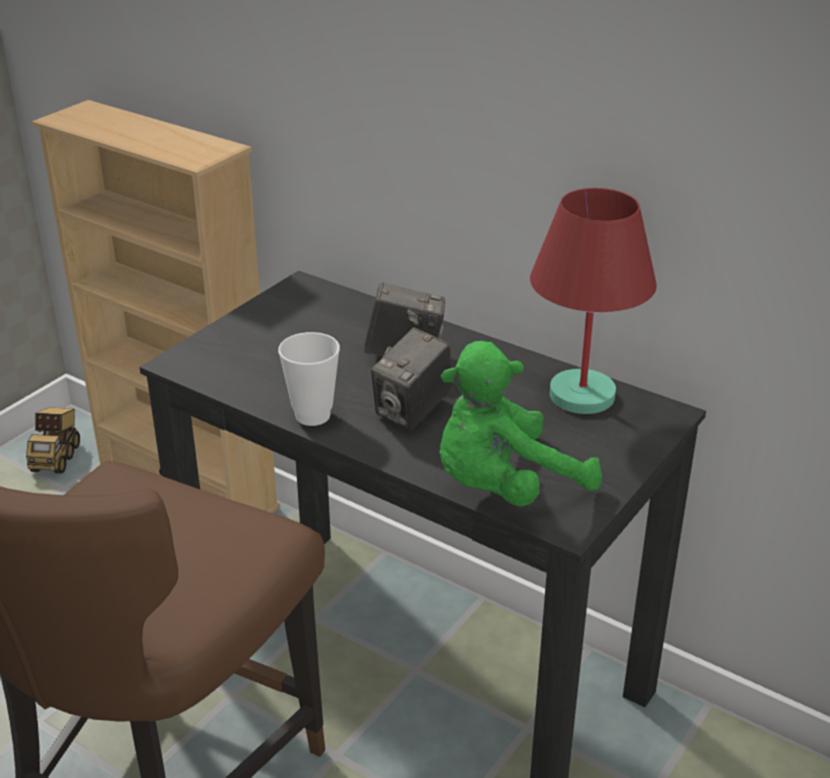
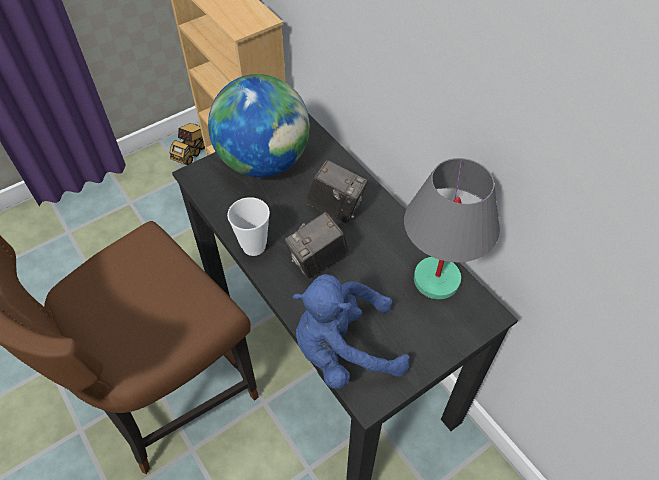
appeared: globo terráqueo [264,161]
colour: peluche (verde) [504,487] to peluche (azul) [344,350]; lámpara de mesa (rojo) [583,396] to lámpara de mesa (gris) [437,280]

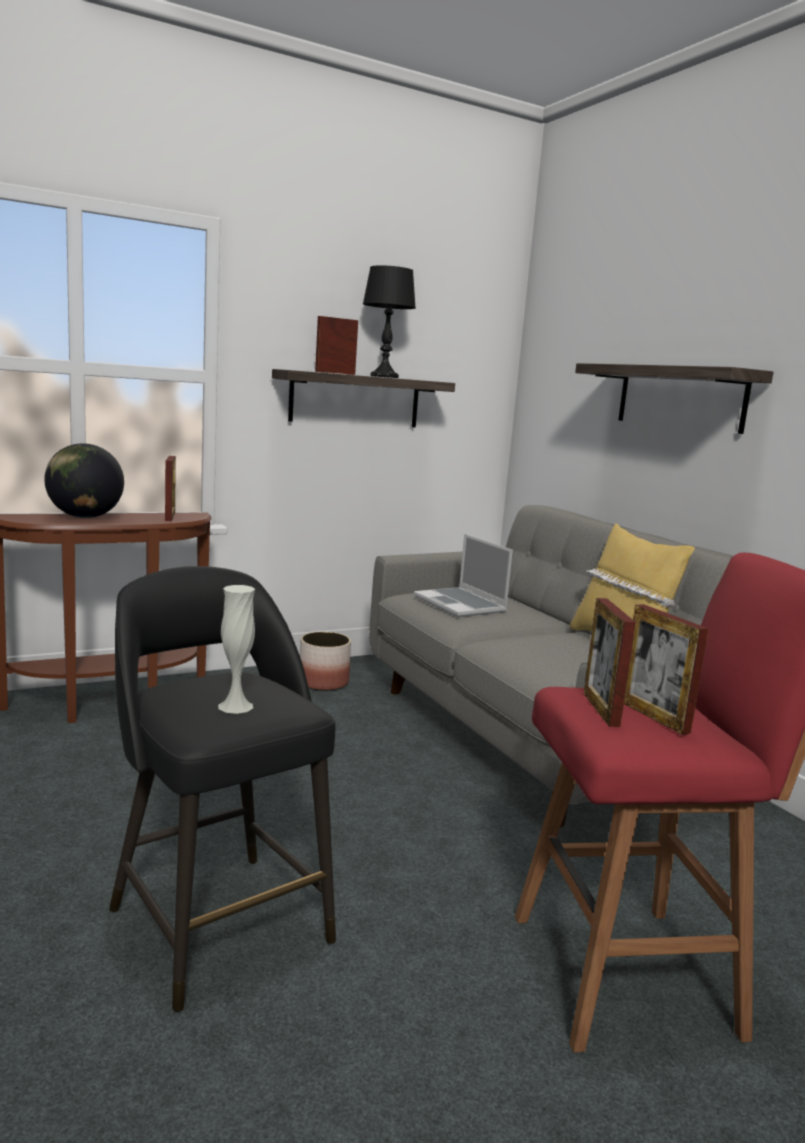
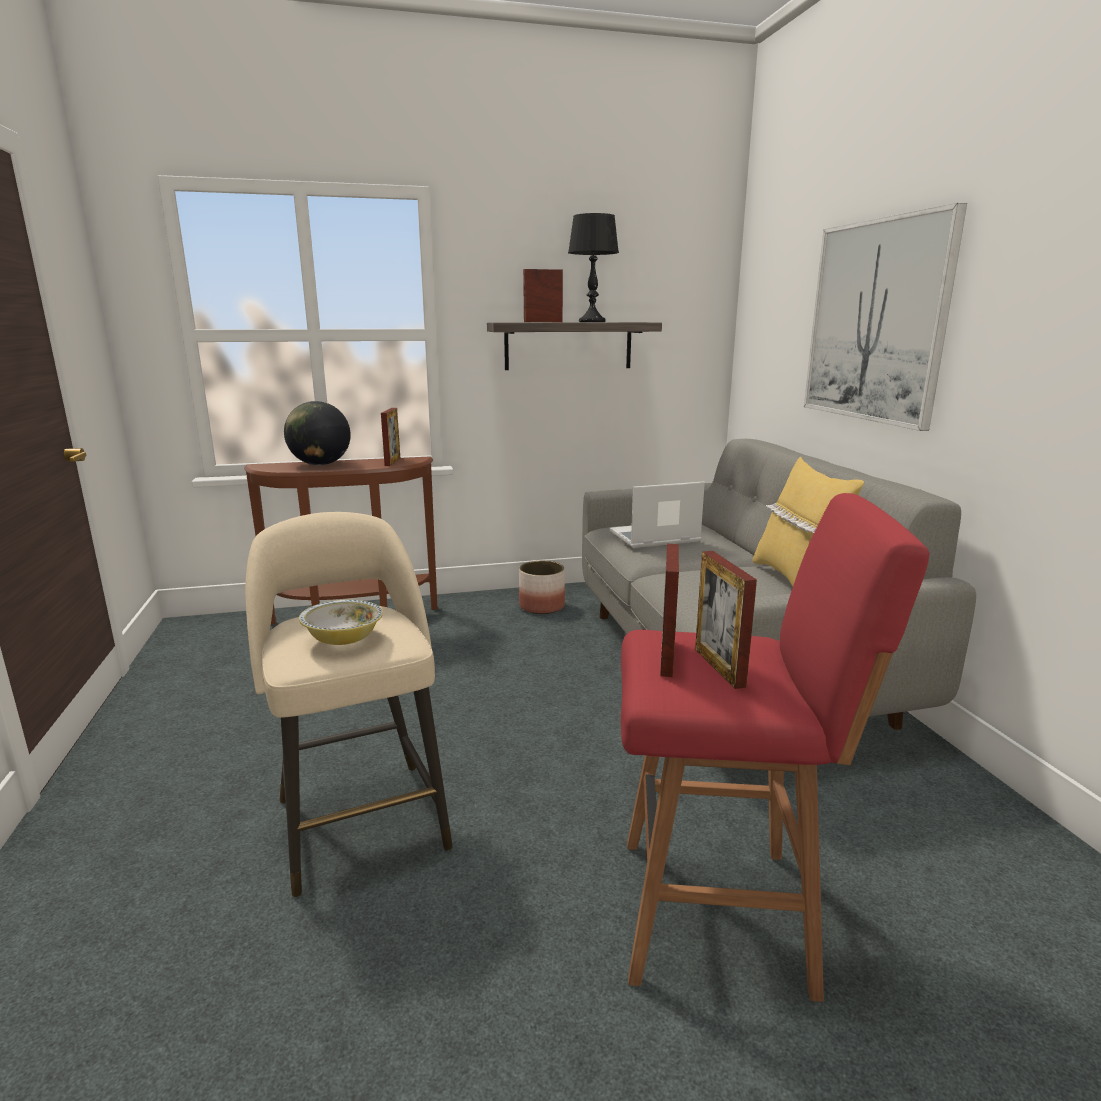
exchanged: florero (blanco) [235,706] to cuenco [343,639]; estante [680,397] to cuadro [876,321]
colour: taburete (negro) [217,921] to taburete (beis) [361,819]
spun: portátil [461,604] = [653,537] 90 degrees clockwise

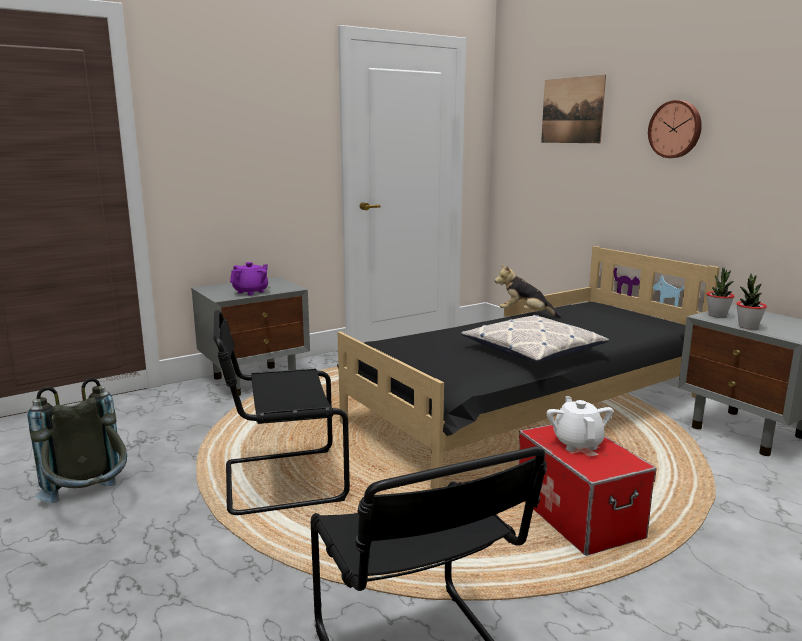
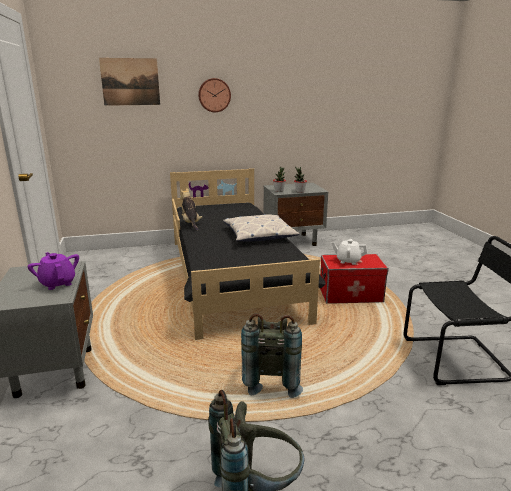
exchanged: silla (negro) [278,482] to mochila (gris) [271,380]
spun: peluche [525,314] = [191,223] 120 degrees clockwise

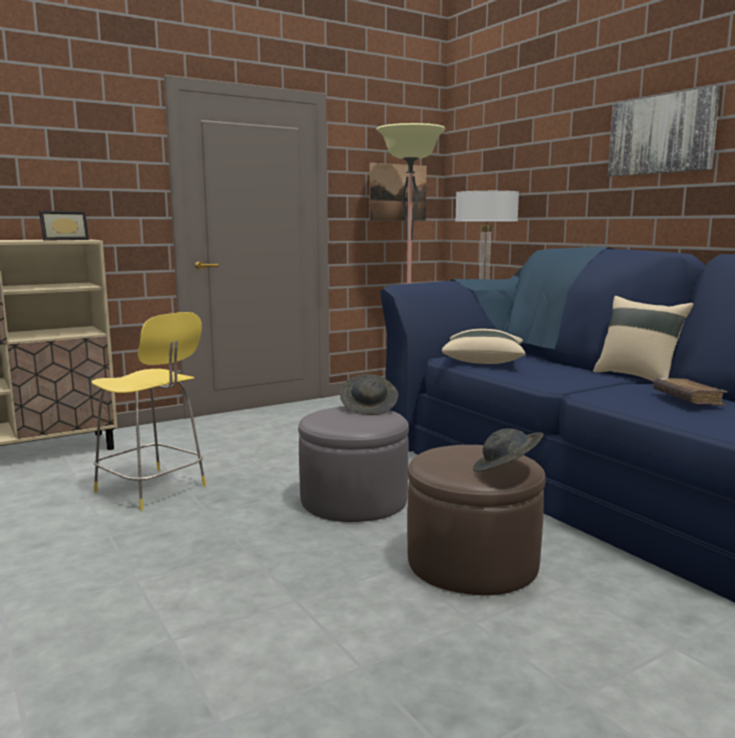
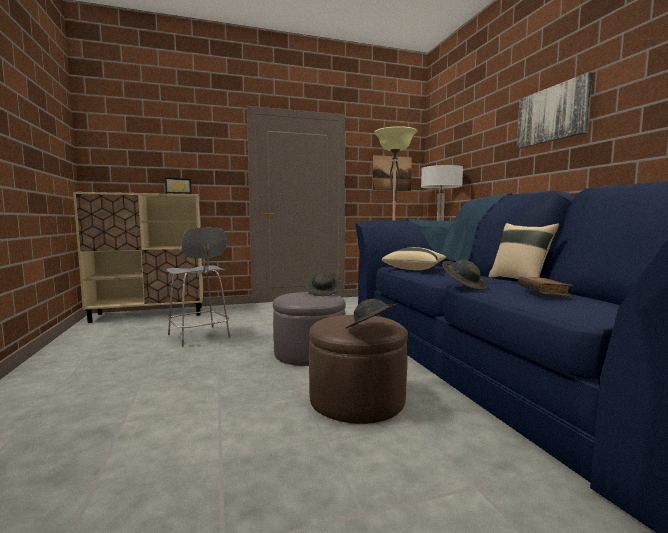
appeared: sombrero (gris) [463,286]
colour: taburete (amarillo) [153,489] to taburete (gris) [199,336]

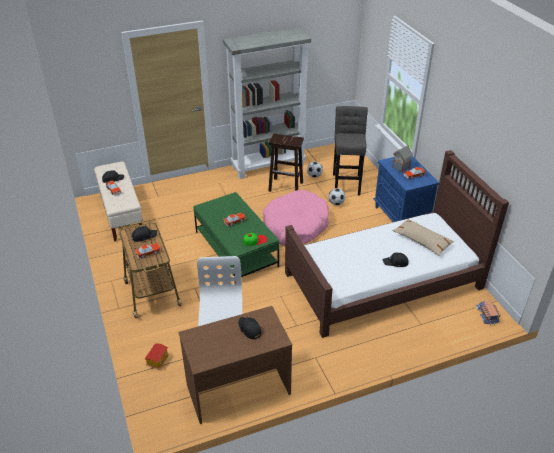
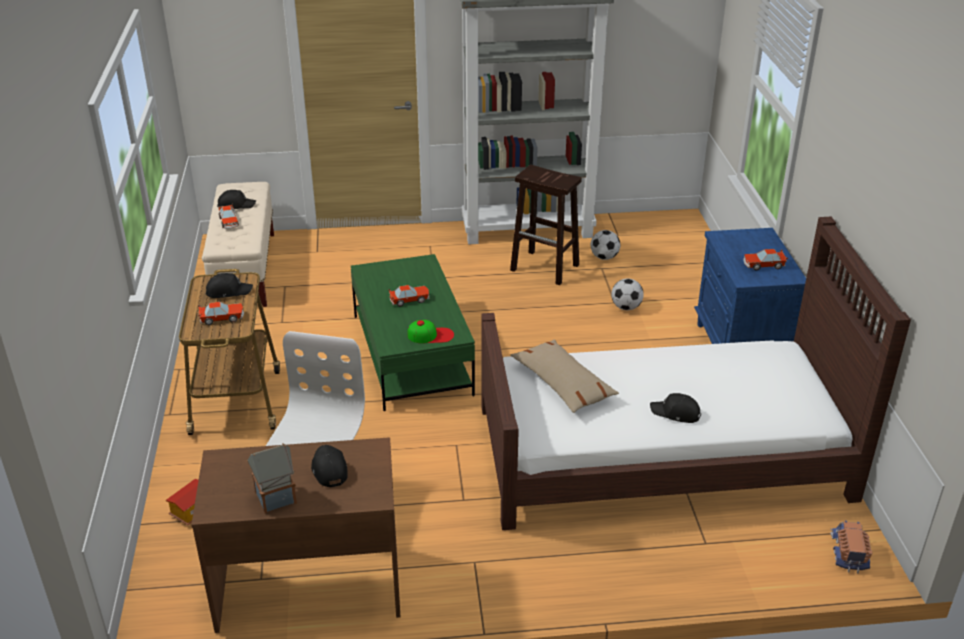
missing: cama para perro (rosa) [295,226]; taburete (gris) [347,183]
relocated: casita [400,168] to [274,498]; cojín (beis) [422,241] to [563,384]

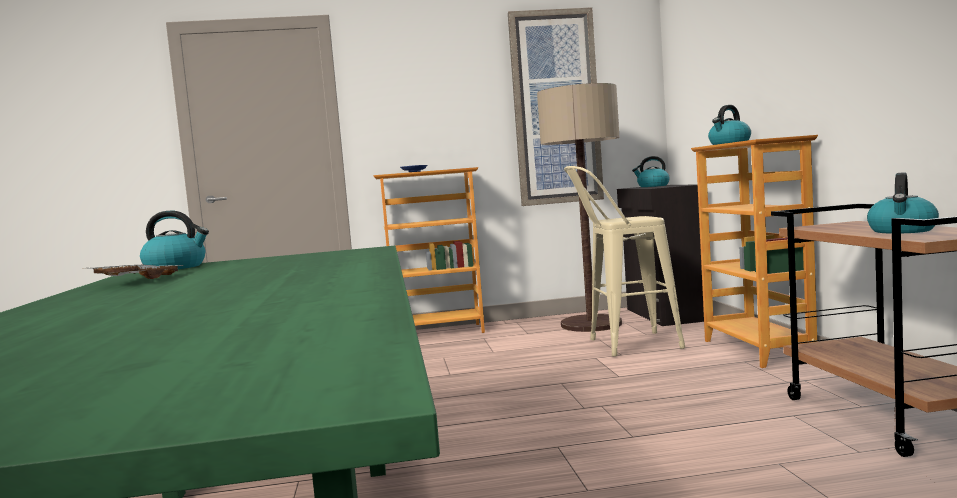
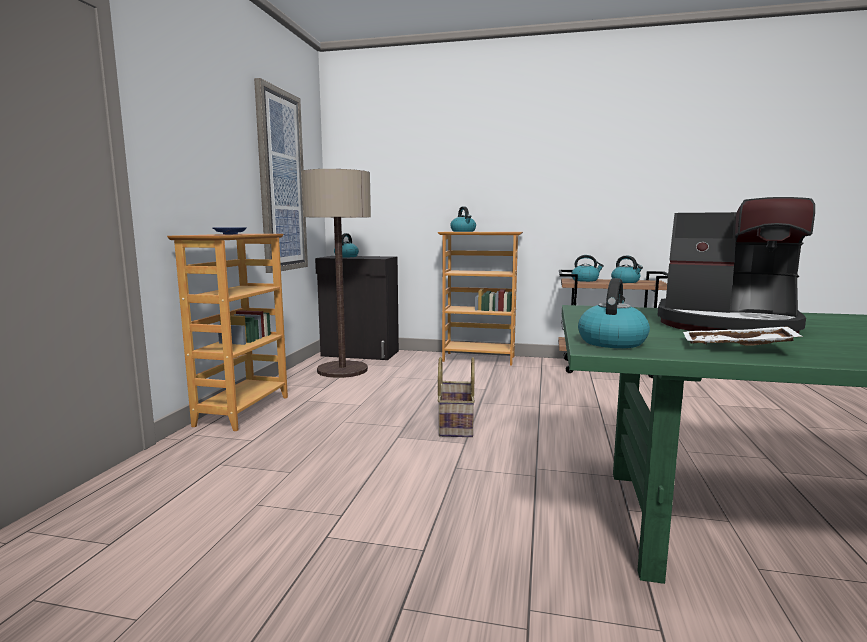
missing: taburete (beis) [624,345]
appeared: cesta [455,425]; hervidor [585,280]; cafetera [727,325]

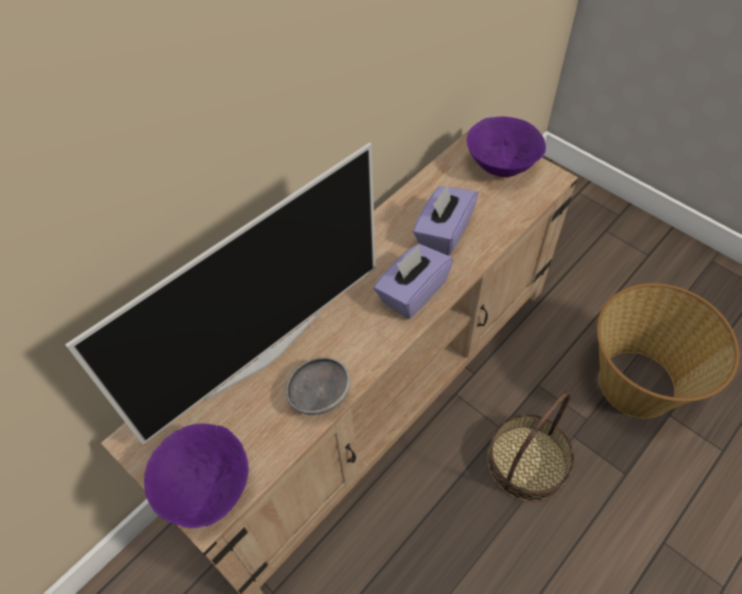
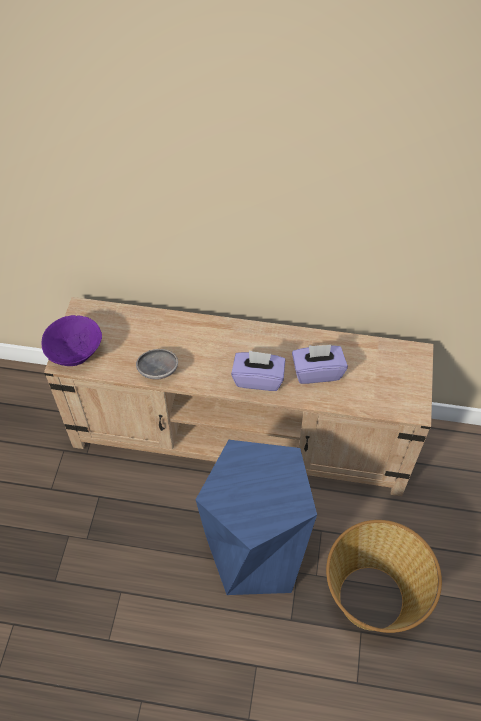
missing: televisor [263,353]; cuenco (morado) [500,165]
exchanged: cesta [527,462] to taburete (azul) [256,551]

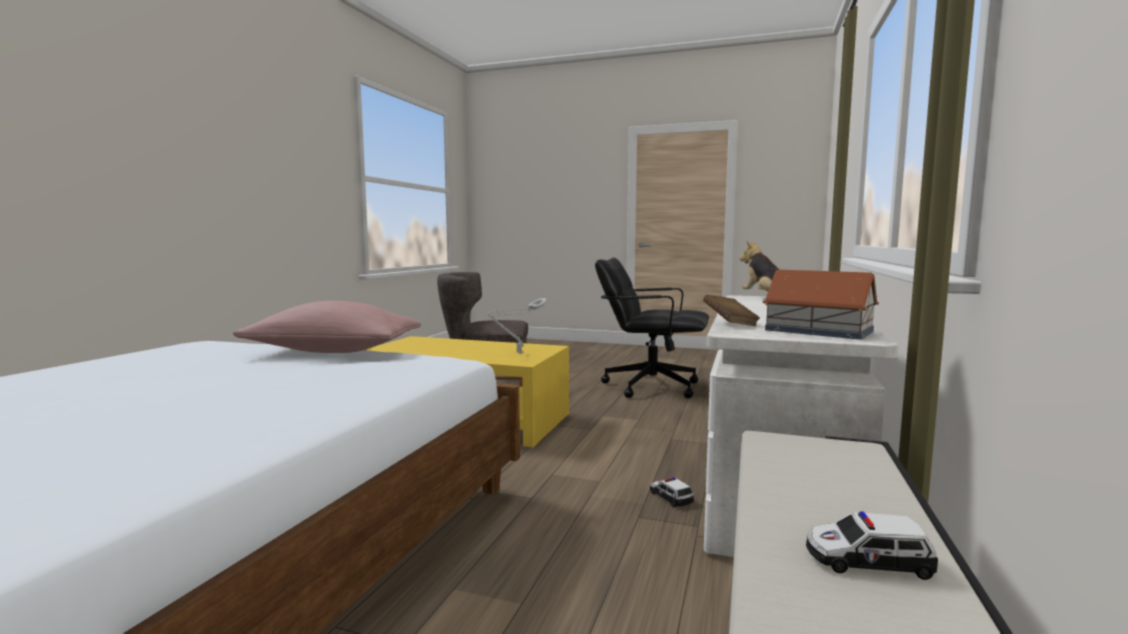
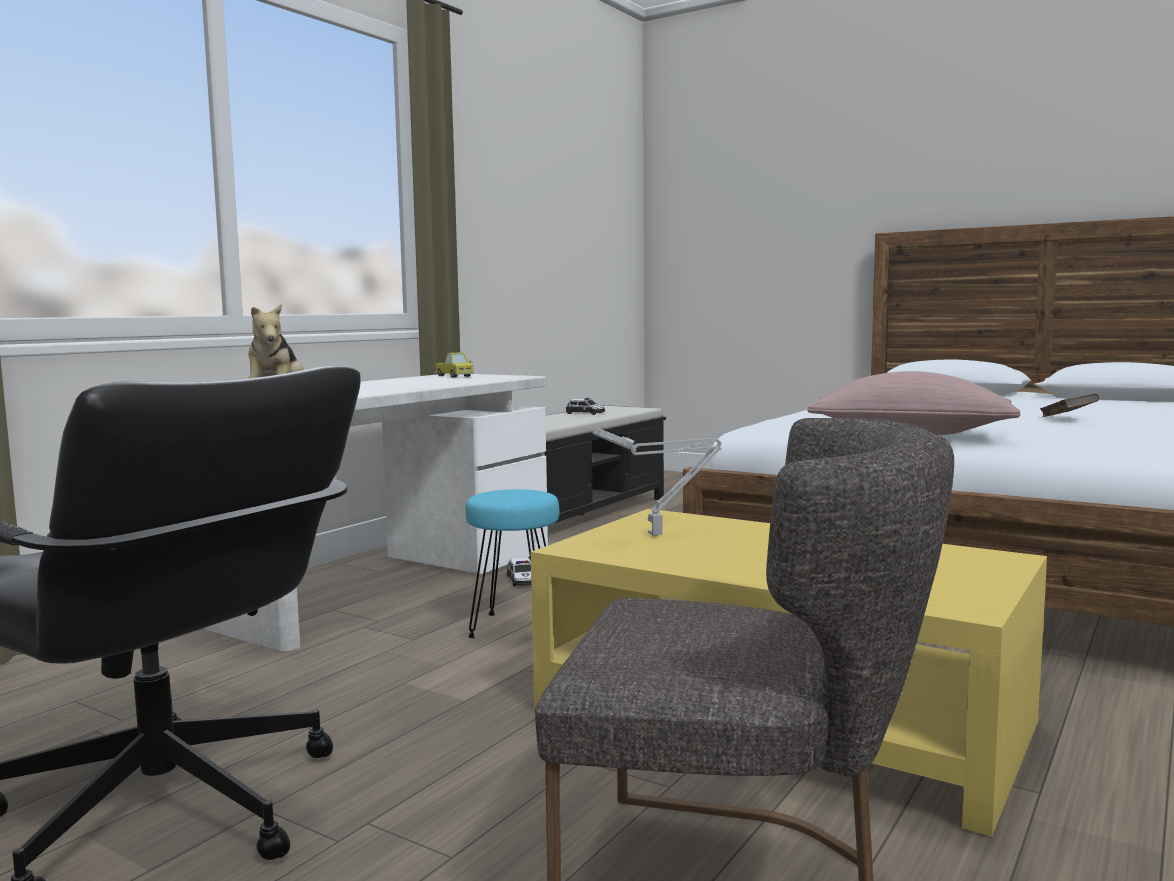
appeared: taburete (turquesa) [515,628]
relocated: libro (marrón) [730,323] to [1068,418]
exchanged: casita [819,331] to camión de juguete [454,376]

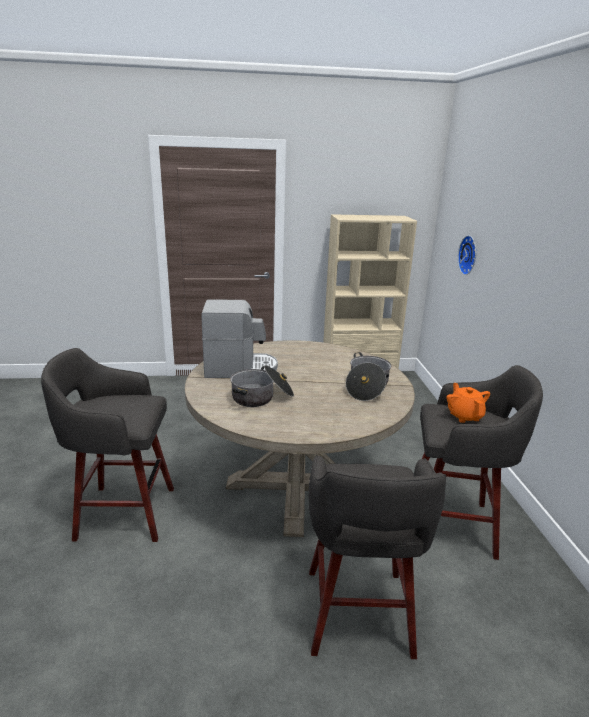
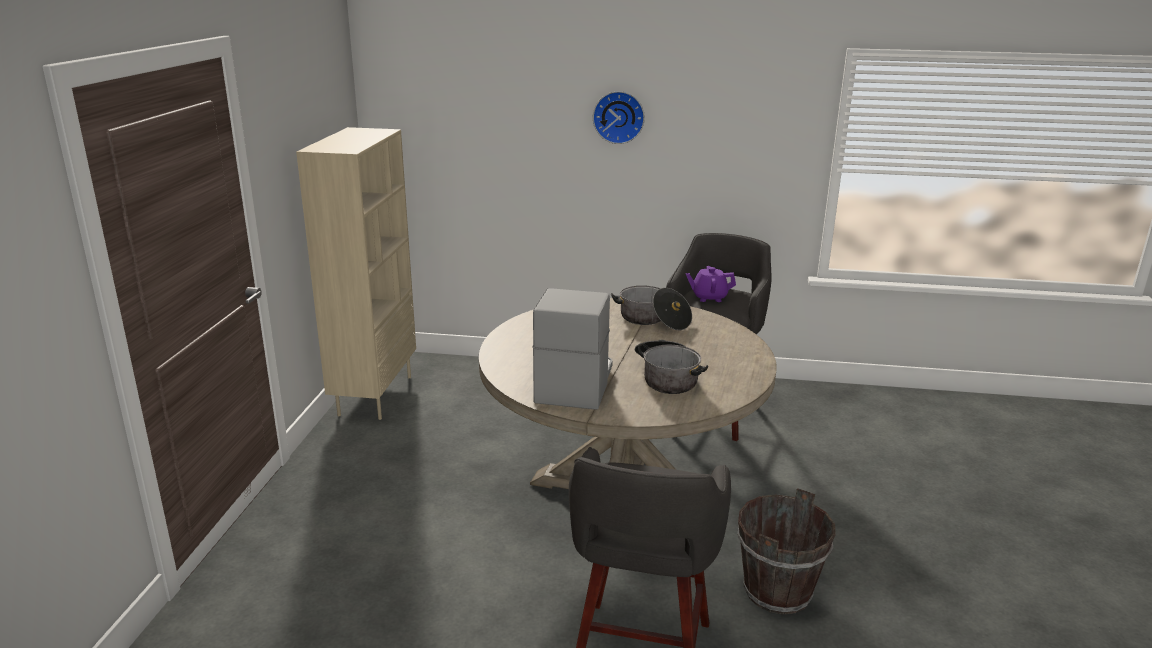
missing: taburete (gris) [358,615]
appeared: cubo (marrón) [777,591]
relocated: reloj de pared [469,255] to [618,117]
colour: tetera (naranja) [464,416] to tetera (morado) [709,297]

